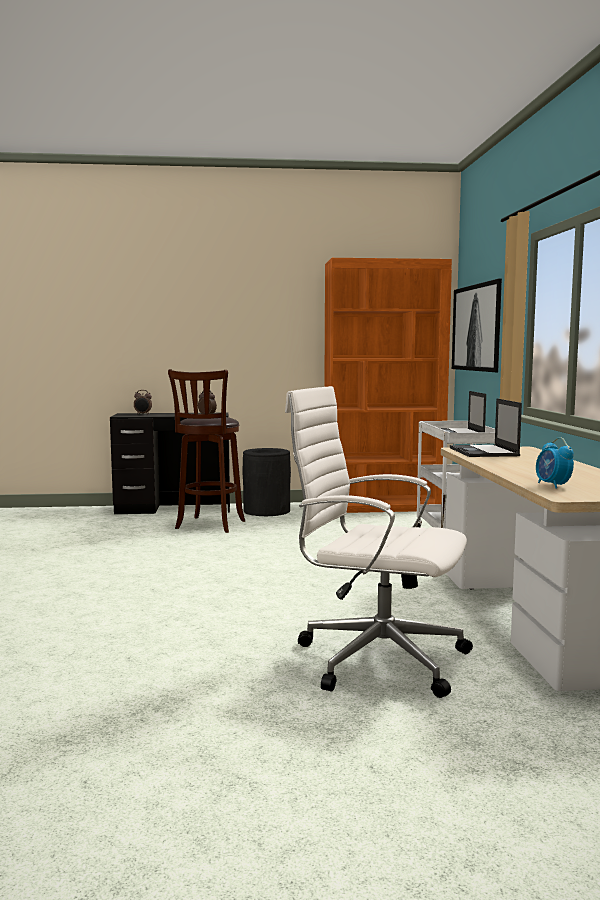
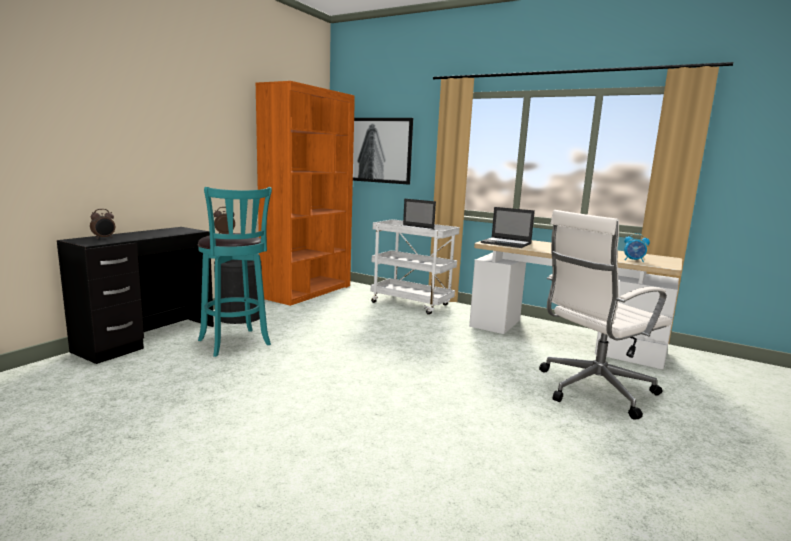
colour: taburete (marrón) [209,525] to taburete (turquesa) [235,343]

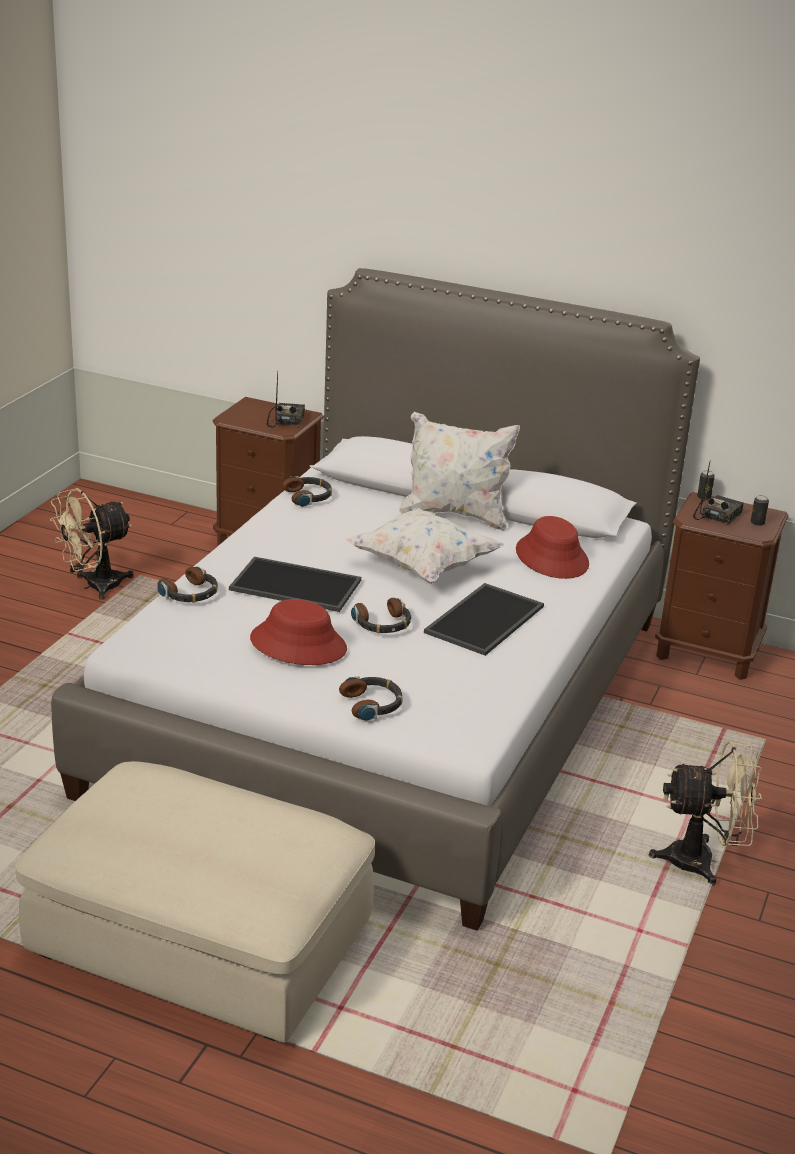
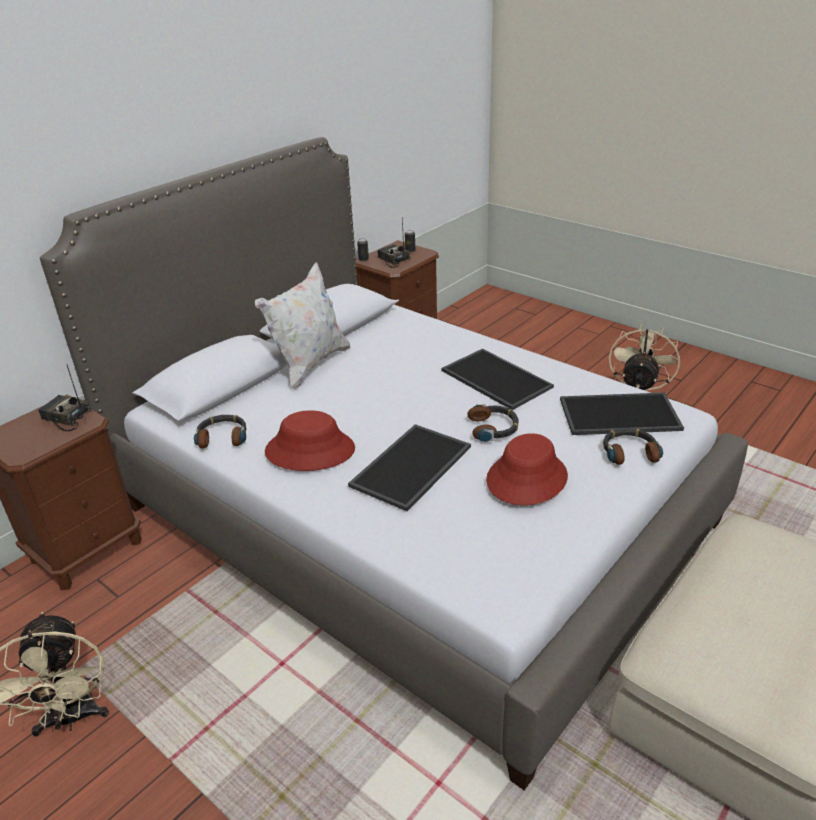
missing: auriculares [190,594]; cojín (blanco) [422,566]
appeared: bandeja [618,415]
relocated: sombrero (rojo) [552,557] to [310,450]

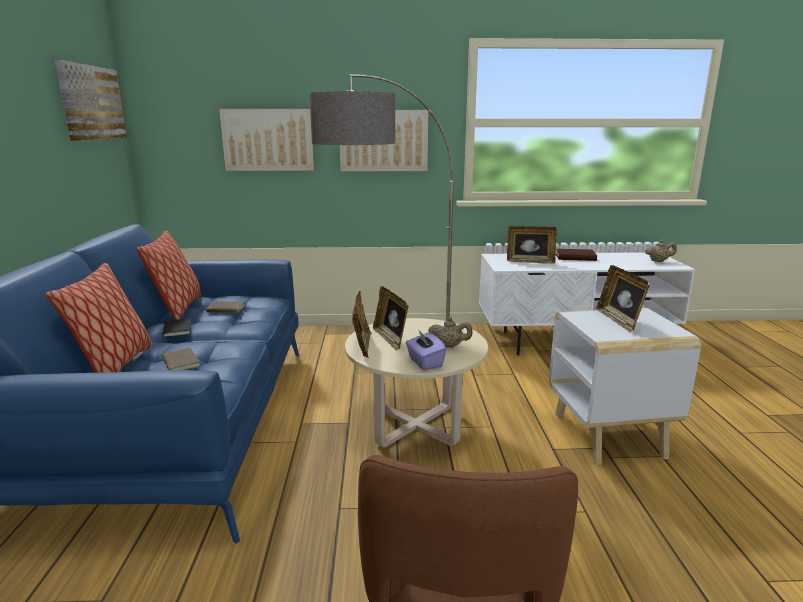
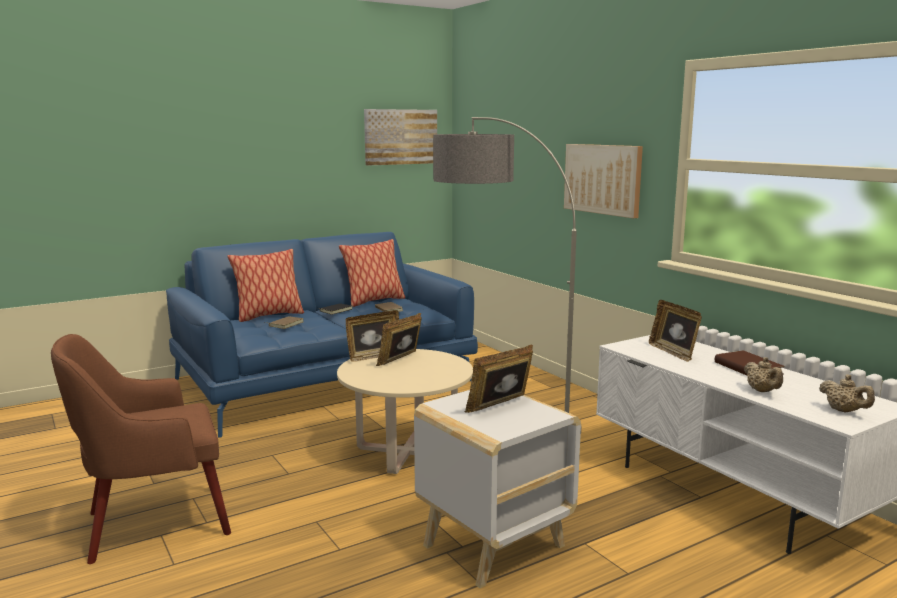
missing: cuadro [268,140]; caja de pañuelos (morado) [424,362]
relocated: tetera (beis) [449,346] to [762,391]

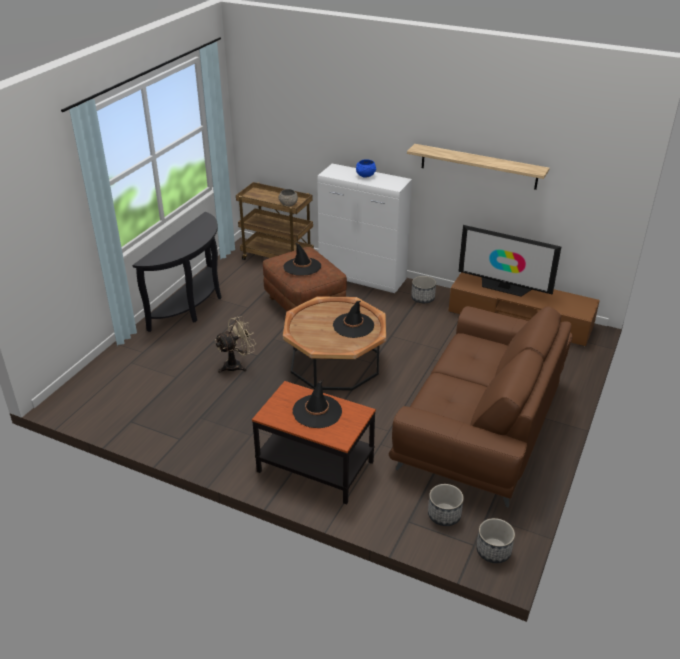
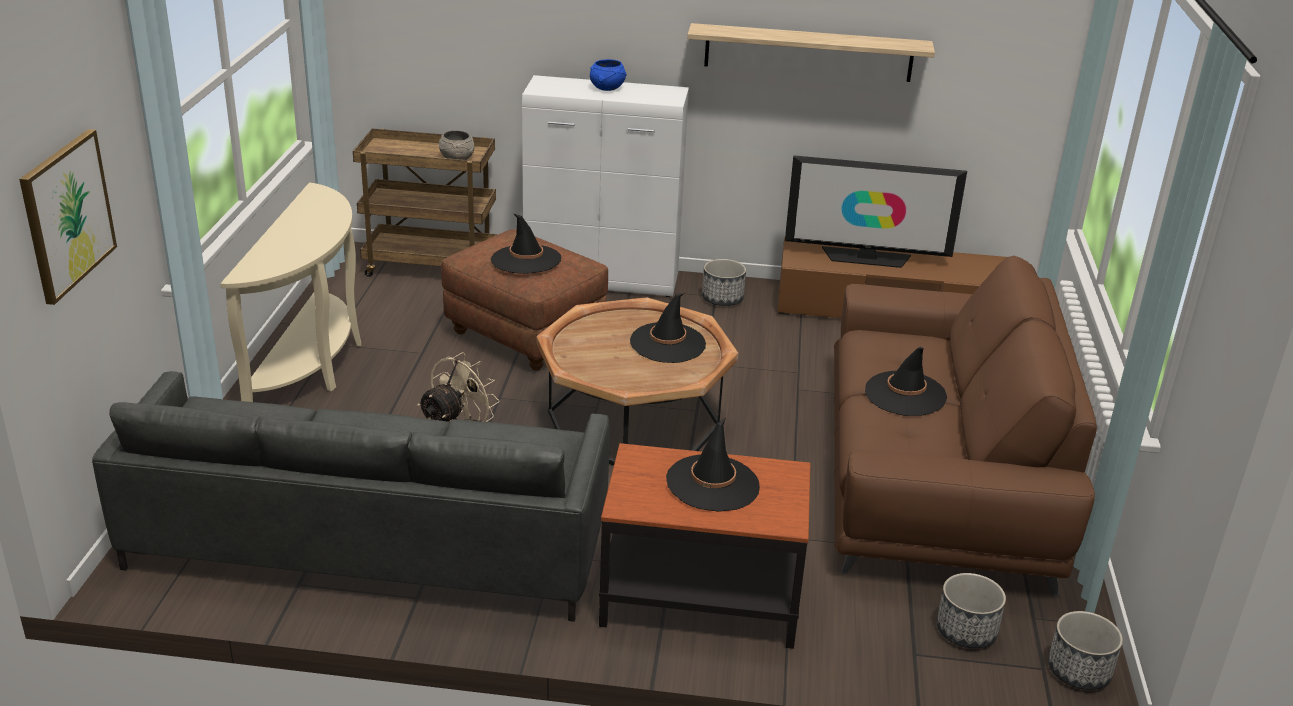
appeared: cuadro [67,214]; sofá (gris) [369,543]; sombrero (negro) [905,394]
colour: mesa consola (negro) [193,306] to mesa consola (beis) [313,364]

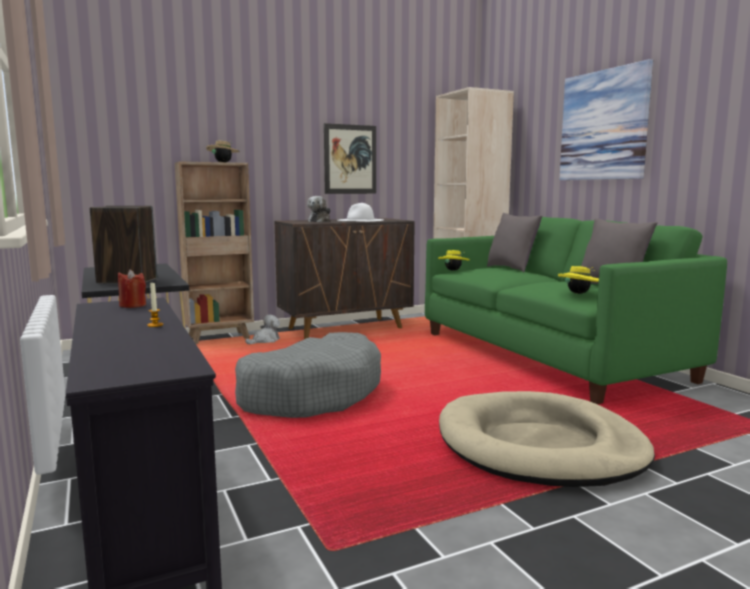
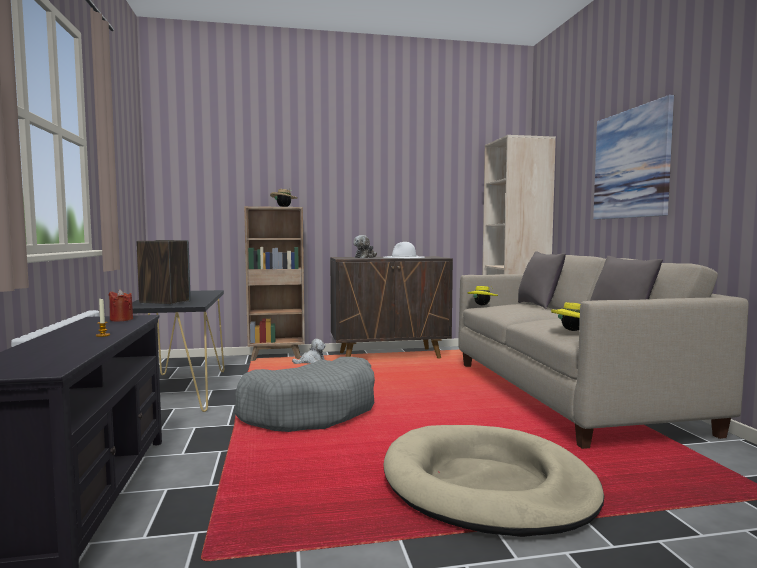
missing: cuadro [350,159]
colour: sofá (verde) [547,355] to sofá (beis) [566,394]

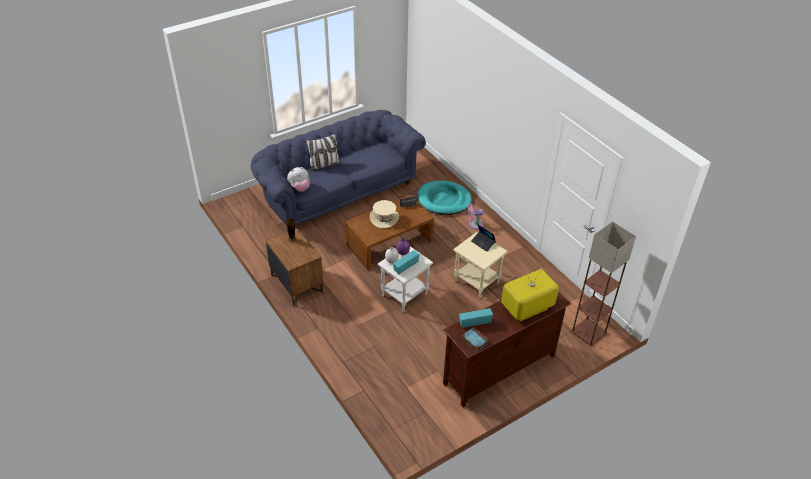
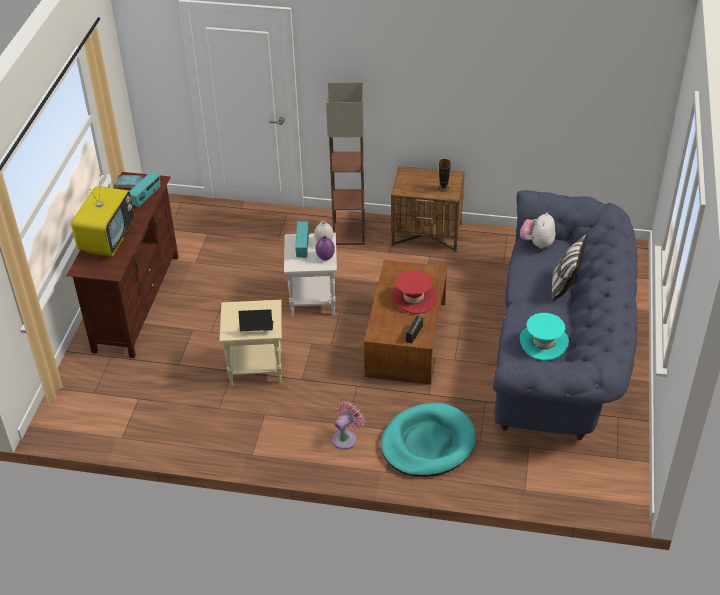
appeared: sombrero (turquesa) [543,343]
relocated: lámpara de pie [589,332] to [348,234]
colour: sombrero (beis) [384,218] to sombrero (rojo) [413,298]

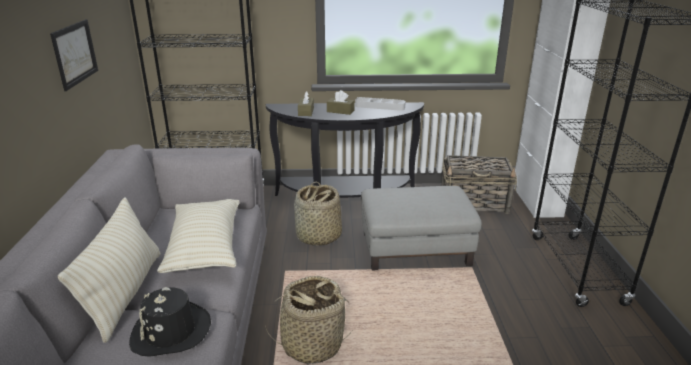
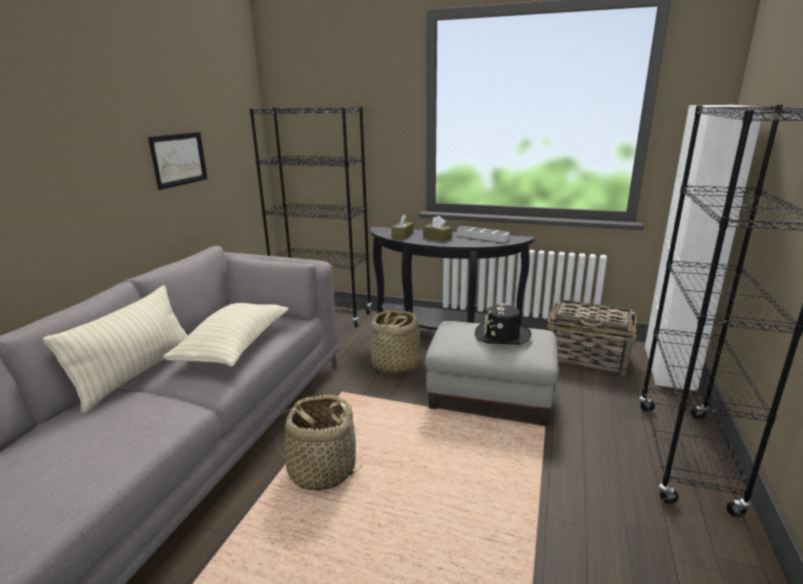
relocated: sombrero (negro) [171,331] to [502,335]

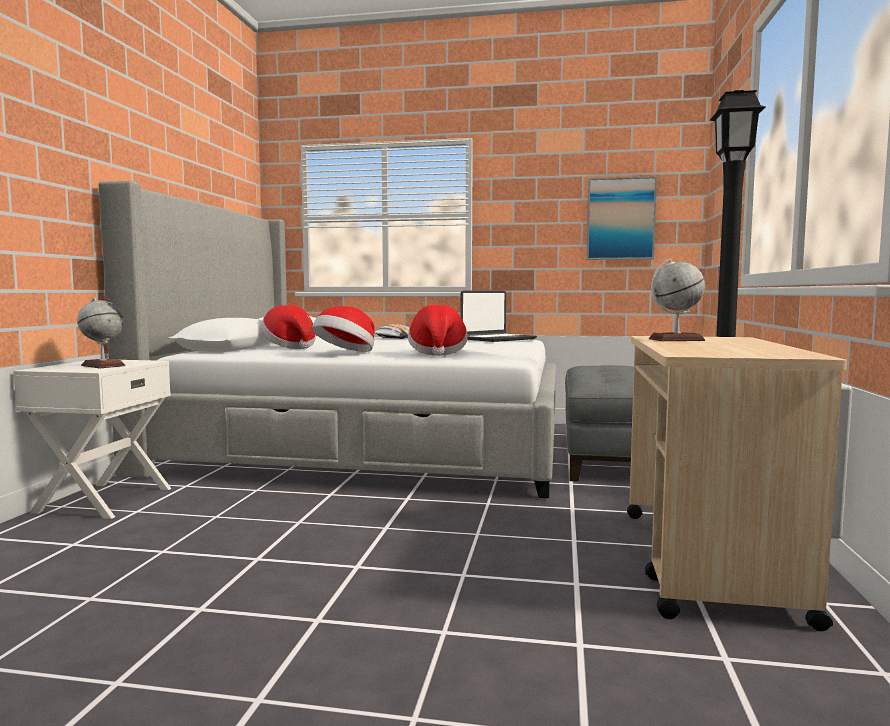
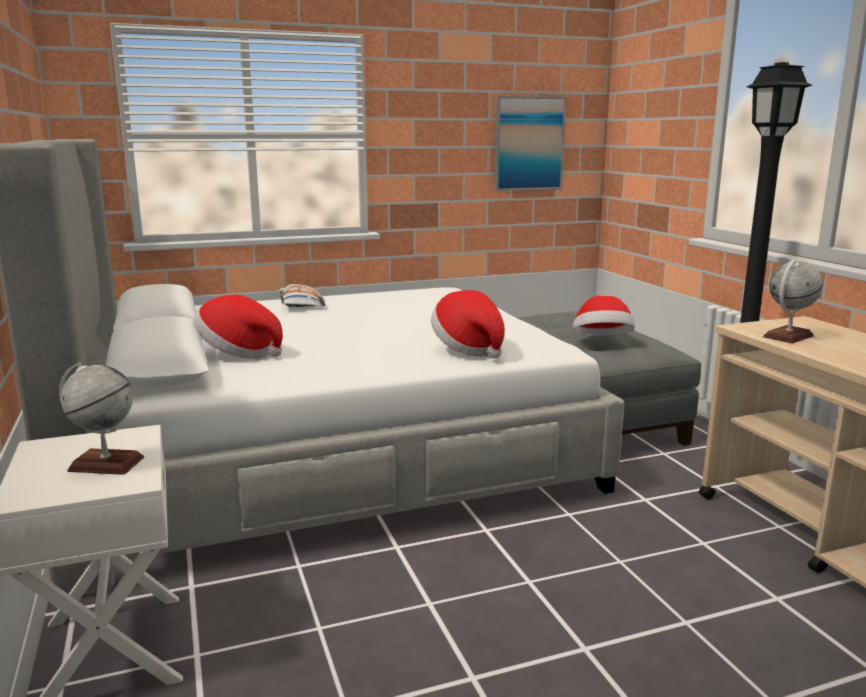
missing: portátil [497,339]
relocated: sombrero [345,353] to [601,342]

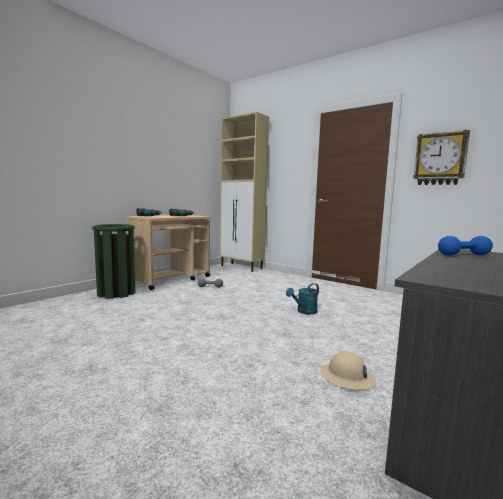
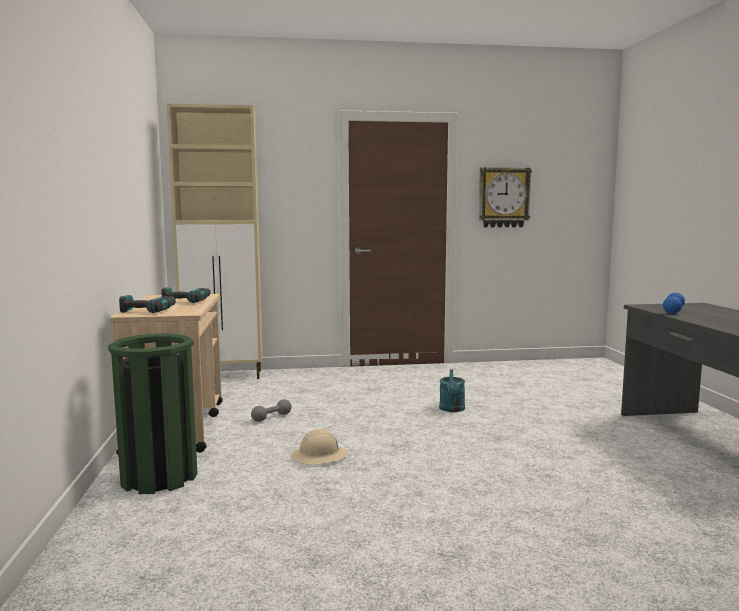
relocated: casco (beis) [347,377] to [319,456]

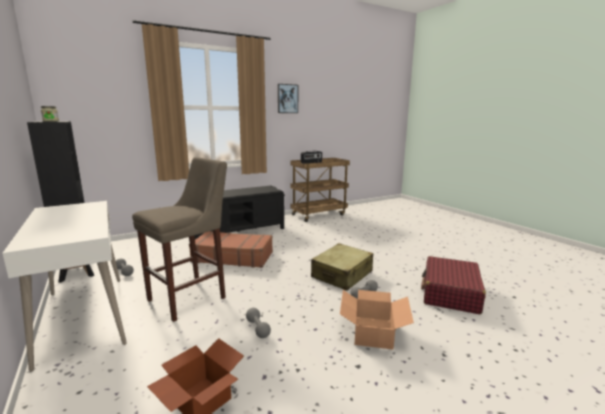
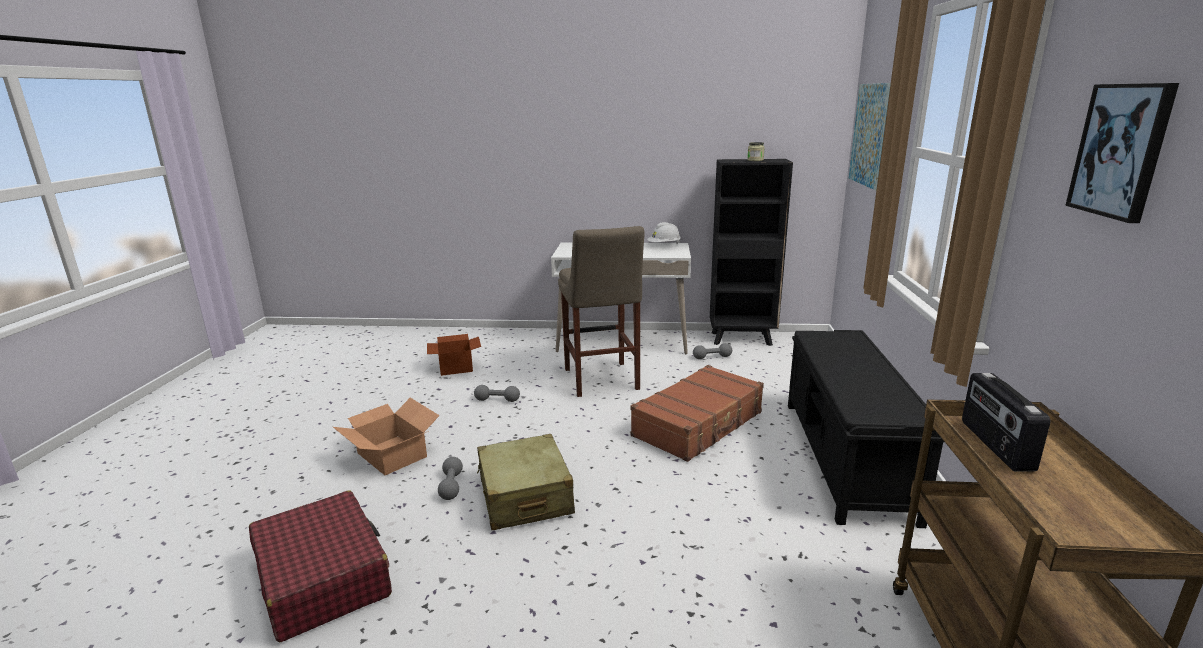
appeared: casco (blanco) [664,245]; cuadro [874,135]

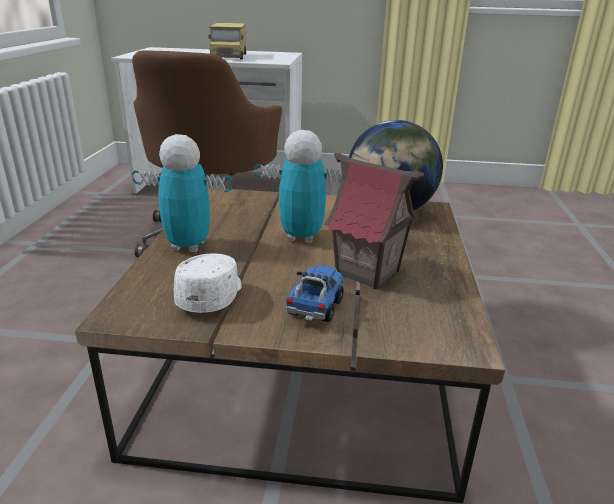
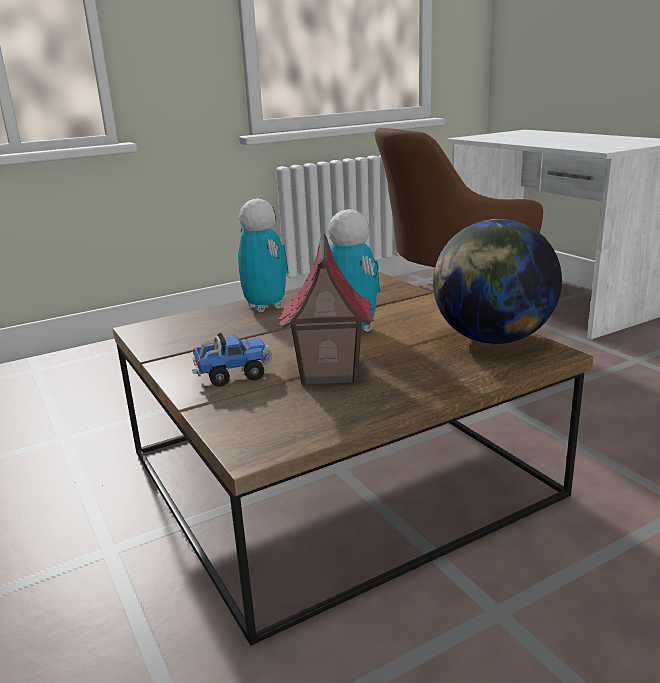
missing: gorra (blanco) [212,295]; camión de juguete [229,56]

